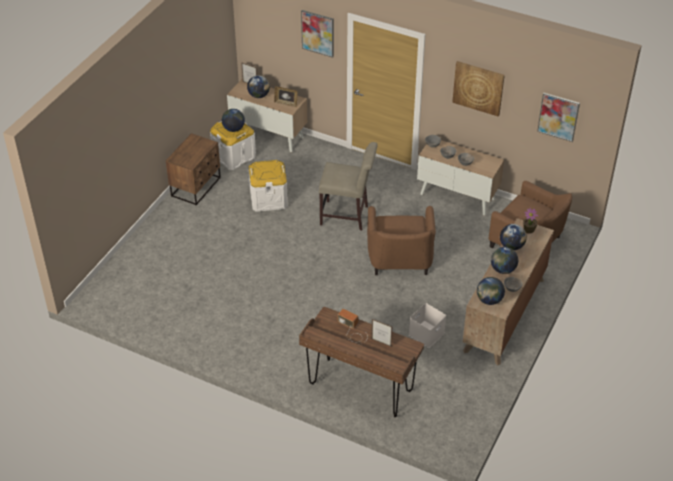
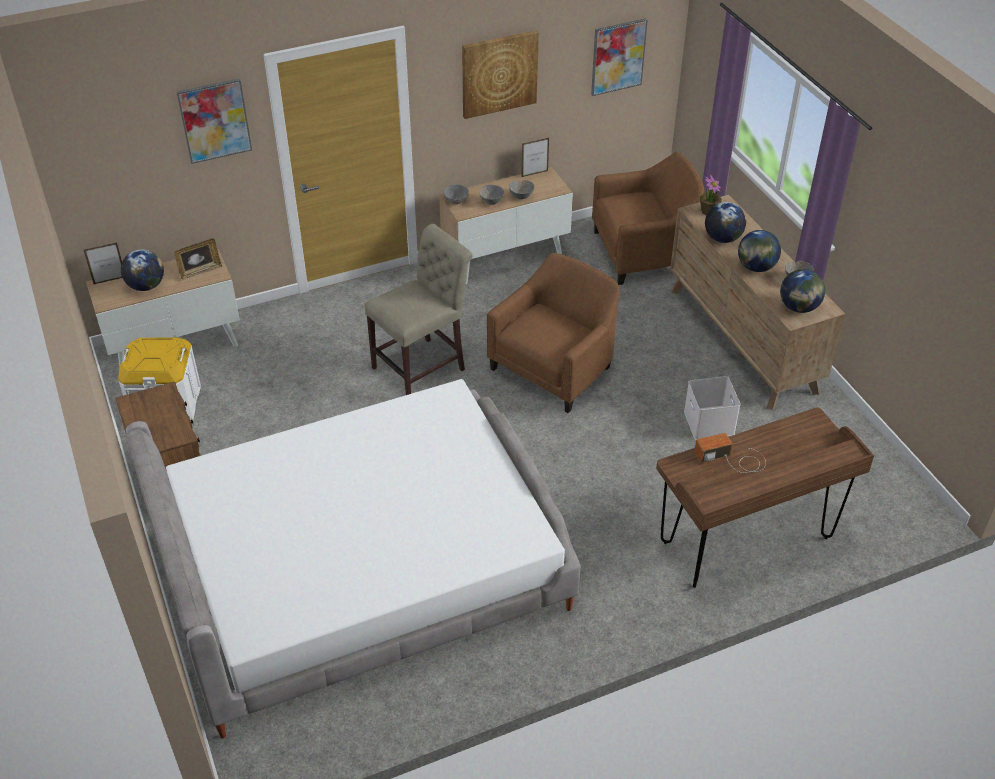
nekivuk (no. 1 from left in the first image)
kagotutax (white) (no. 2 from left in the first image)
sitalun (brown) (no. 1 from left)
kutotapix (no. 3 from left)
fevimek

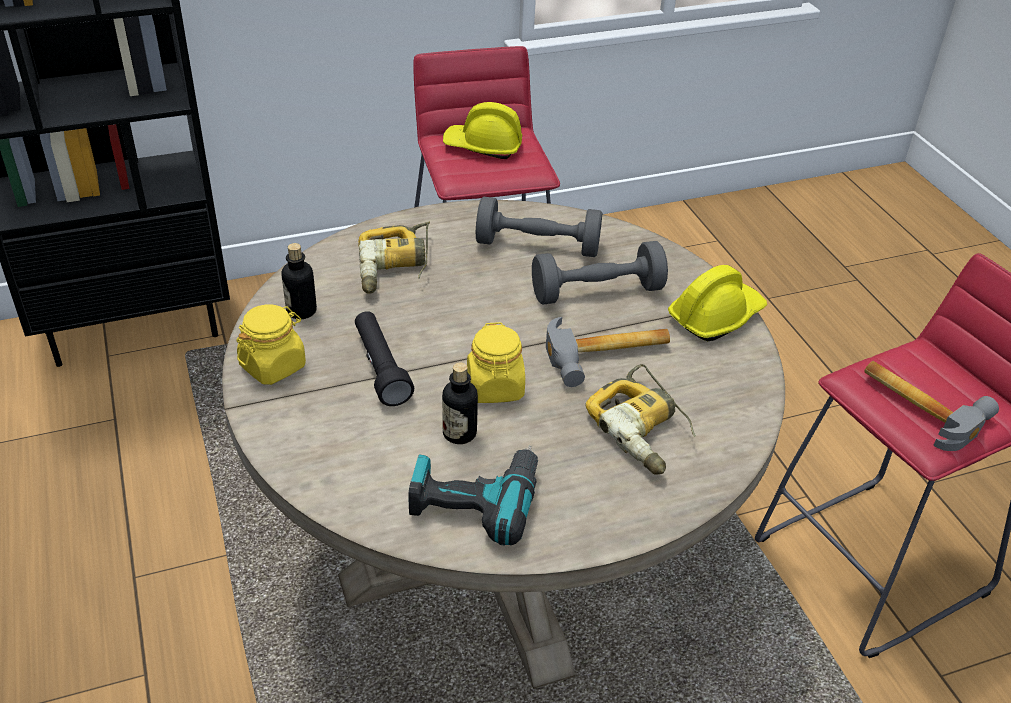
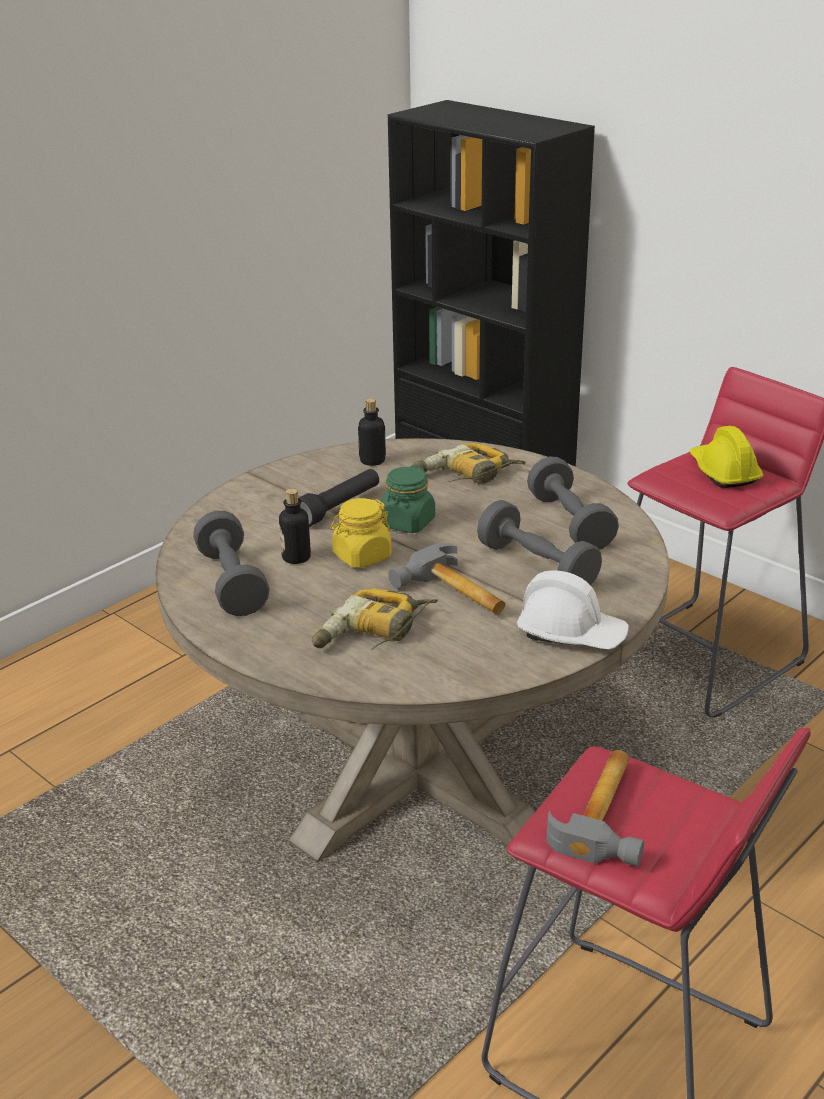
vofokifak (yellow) (no. 1 from left in the first image)
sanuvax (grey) (no. 1 from left)
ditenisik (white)
vofokifak (green)

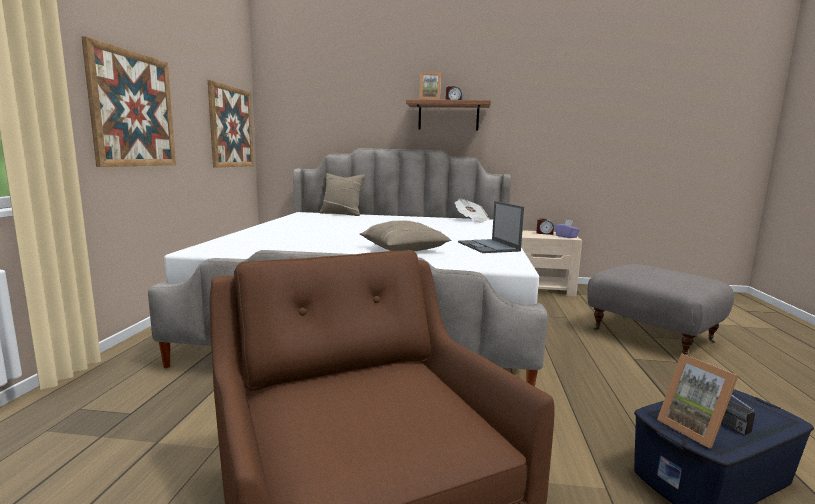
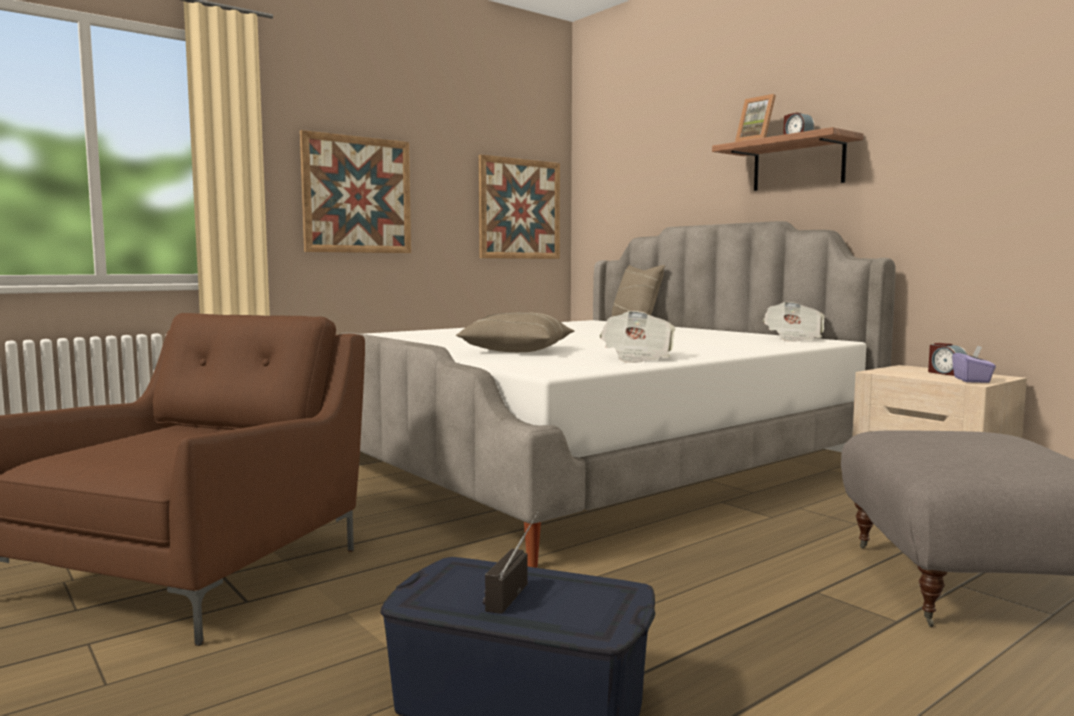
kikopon (no. 1 from left)
kutotapix (no. 2 from left in the first image)

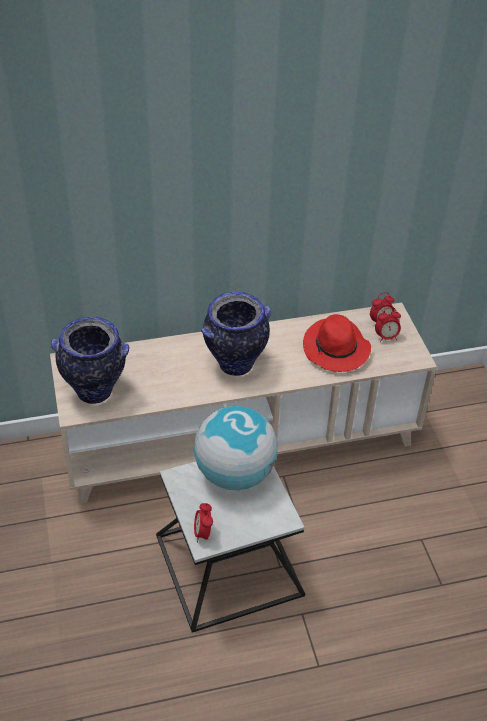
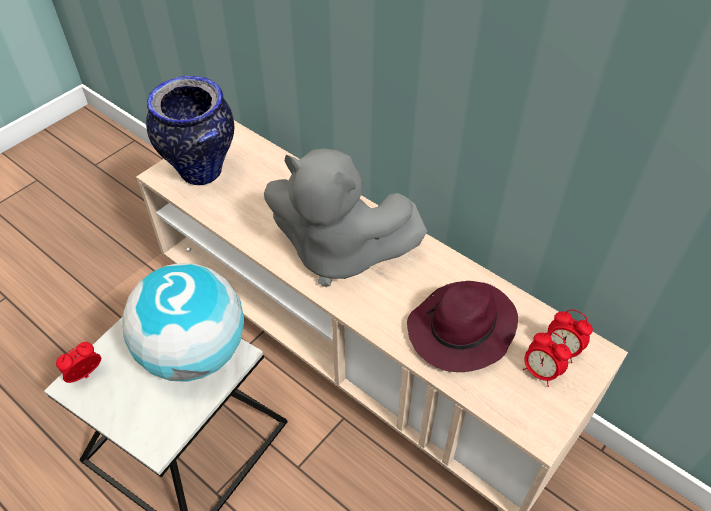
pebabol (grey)
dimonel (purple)

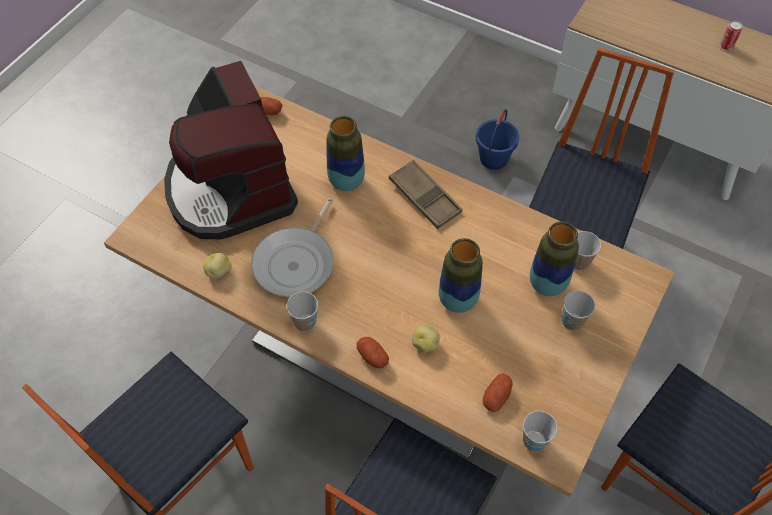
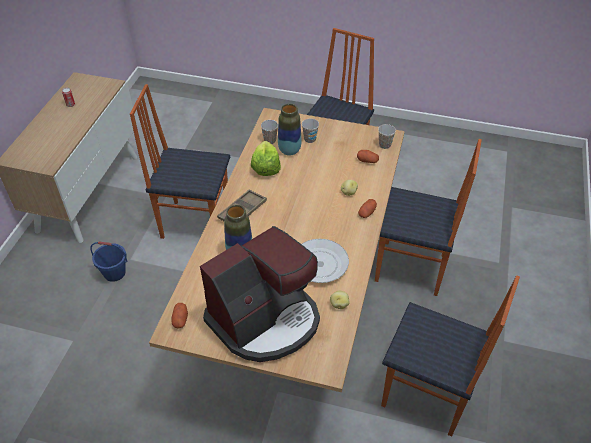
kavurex (no. 1 from left in the first image)
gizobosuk (no. 2 from left in the first image)
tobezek

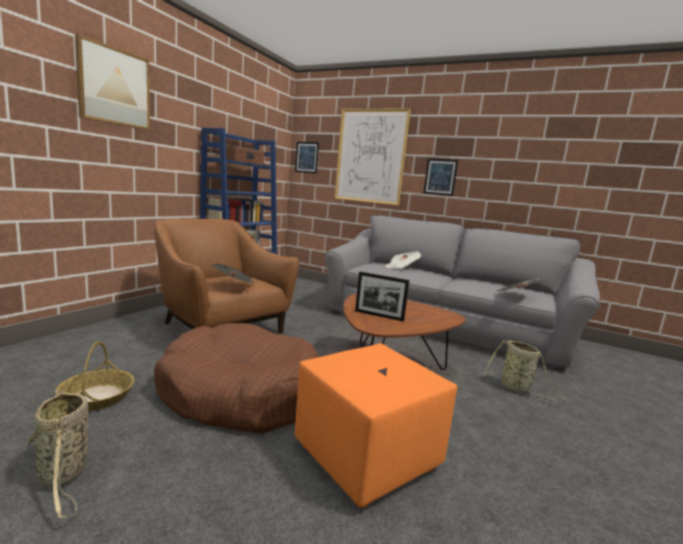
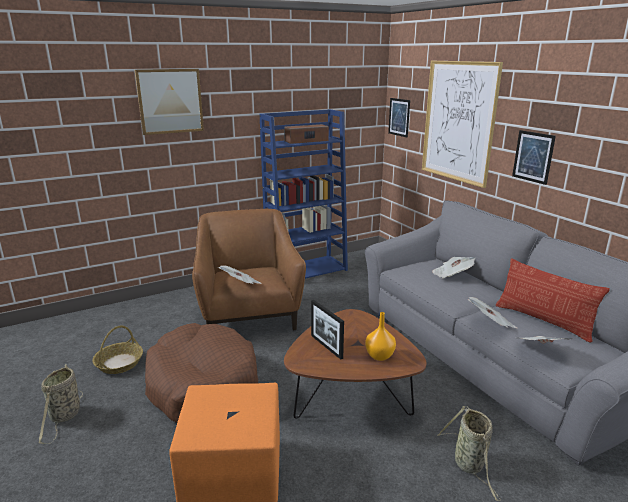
gizobosuk (orange)
kikopon (no. 3 from left)
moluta

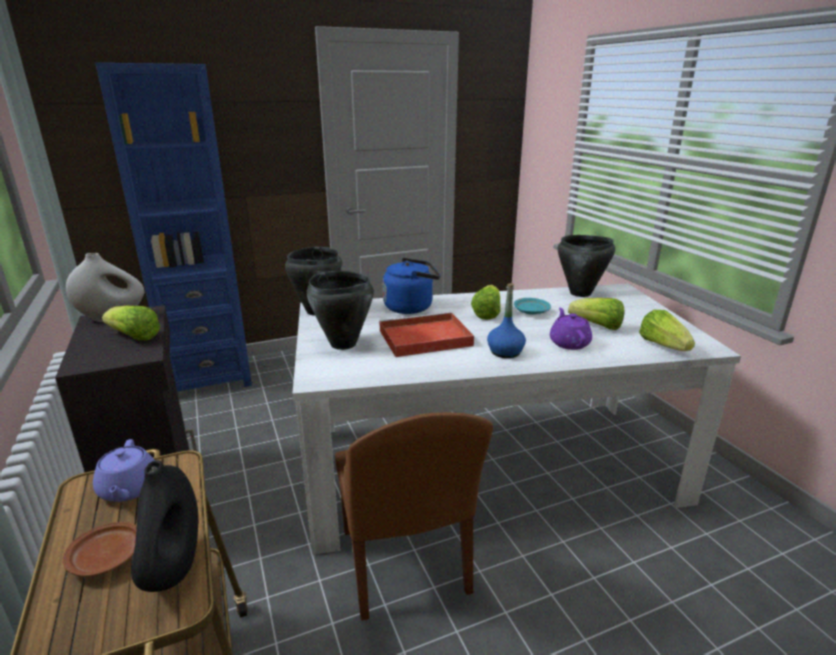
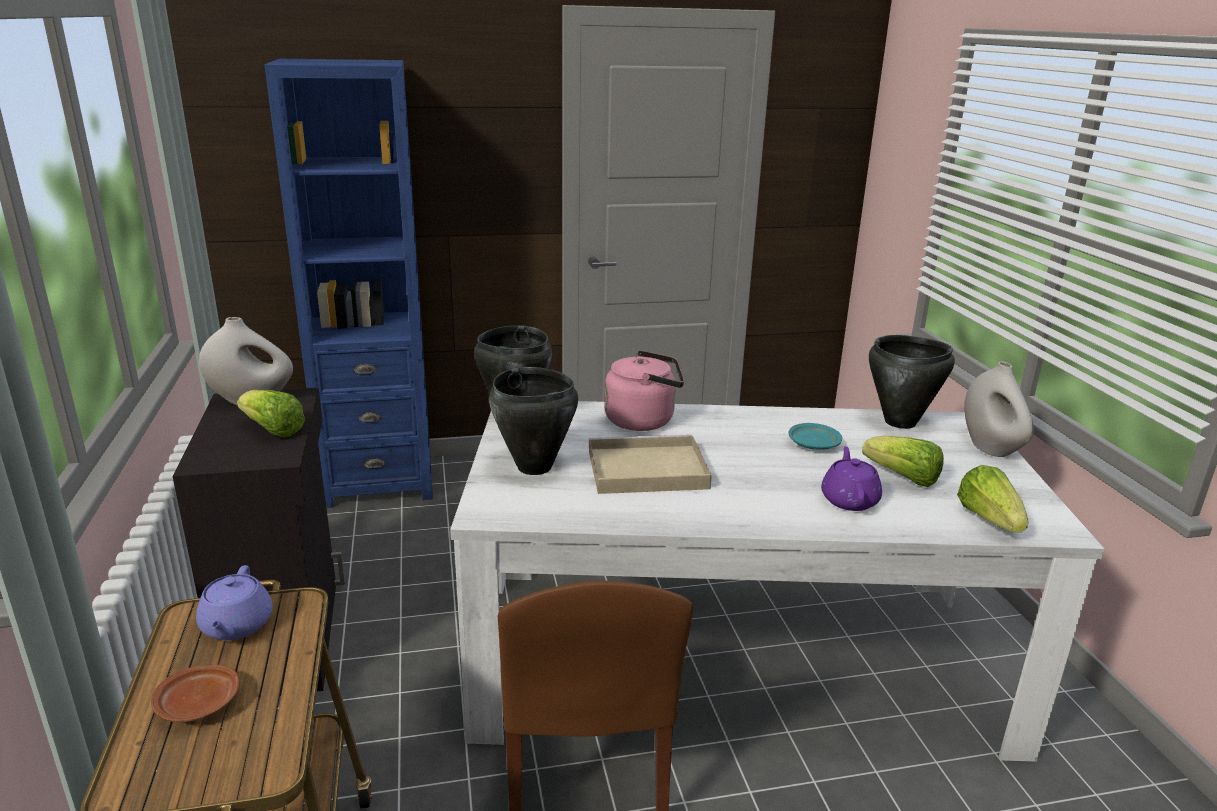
gizobosuk (black)
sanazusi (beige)
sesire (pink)
tobezek (no. 2 from left in the first image)
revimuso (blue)
gizobosuk (white) (no. 2 from left)

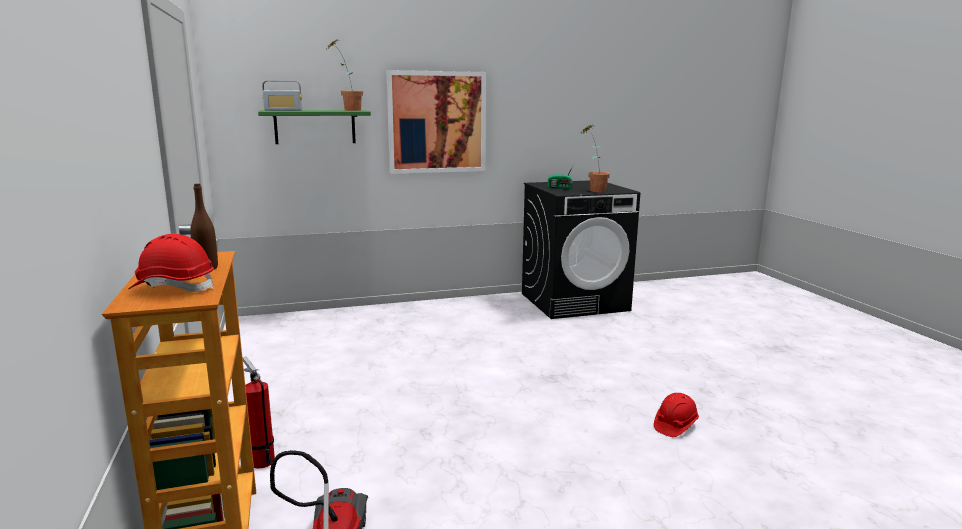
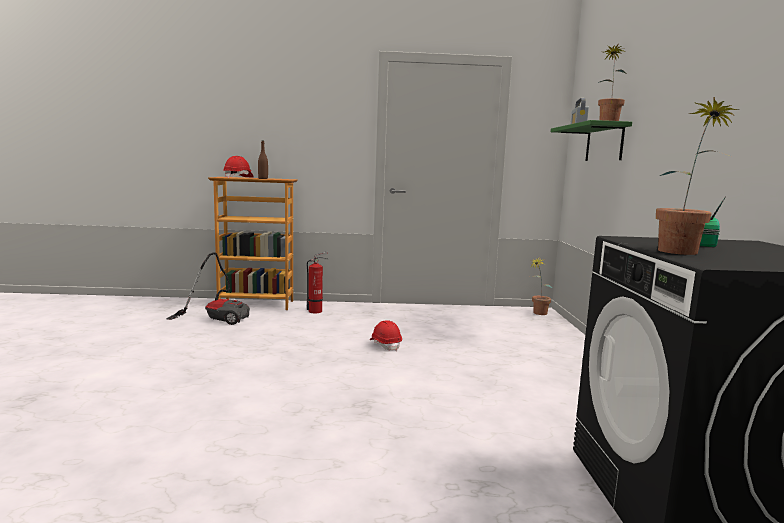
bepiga
ditenisik (red) (no. 2 from left)
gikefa (no. 1 from left)

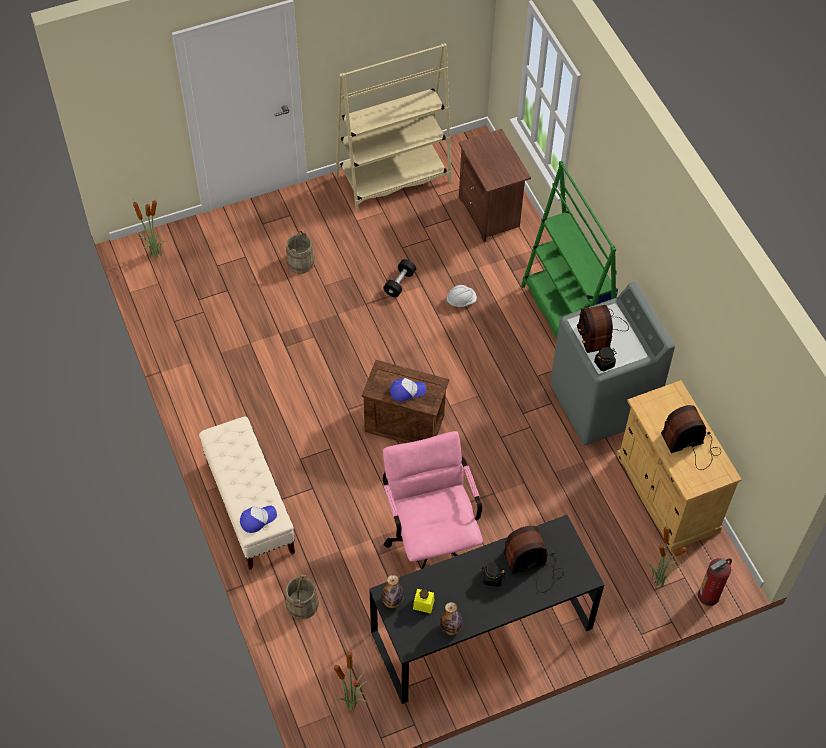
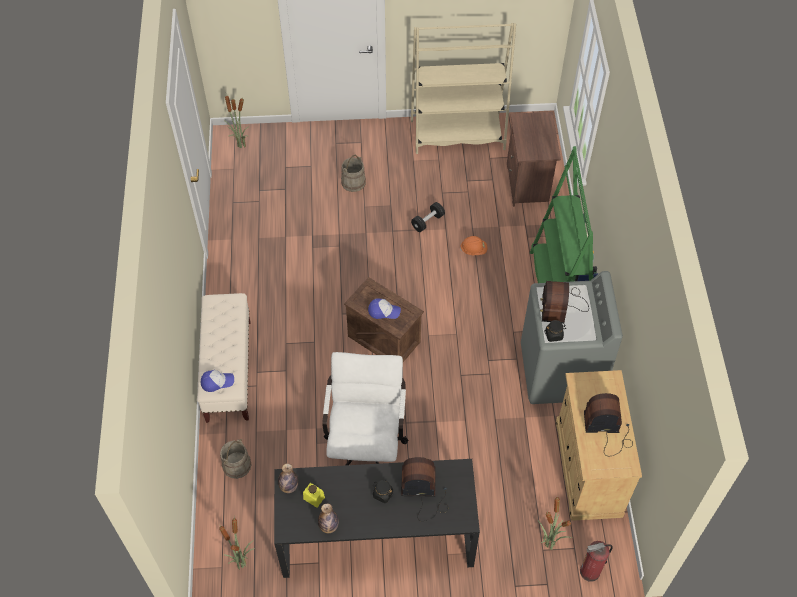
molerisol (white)
ditenisik (orange)

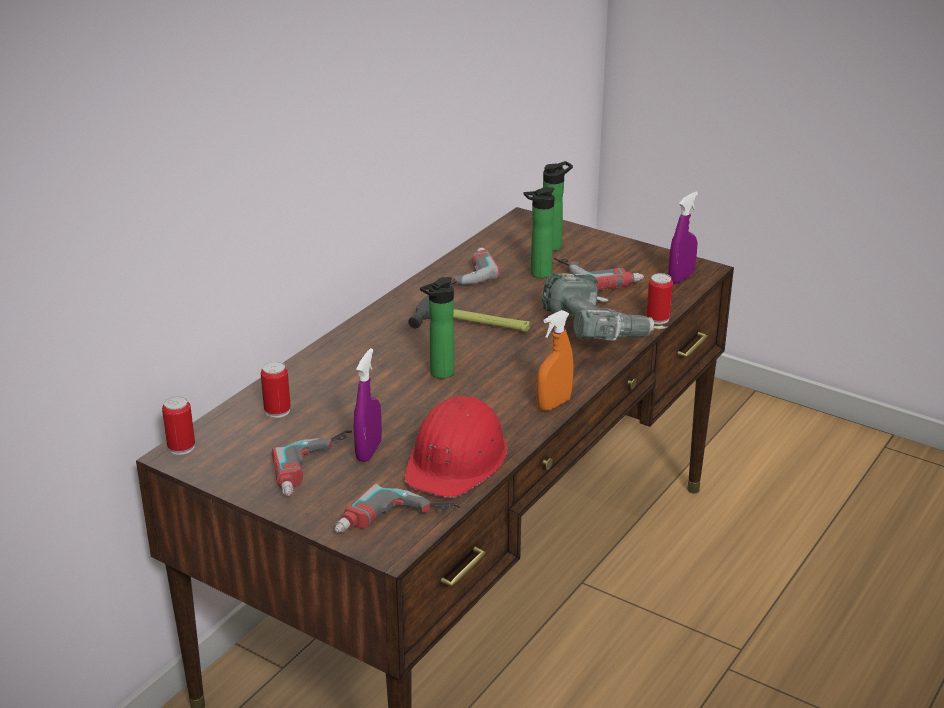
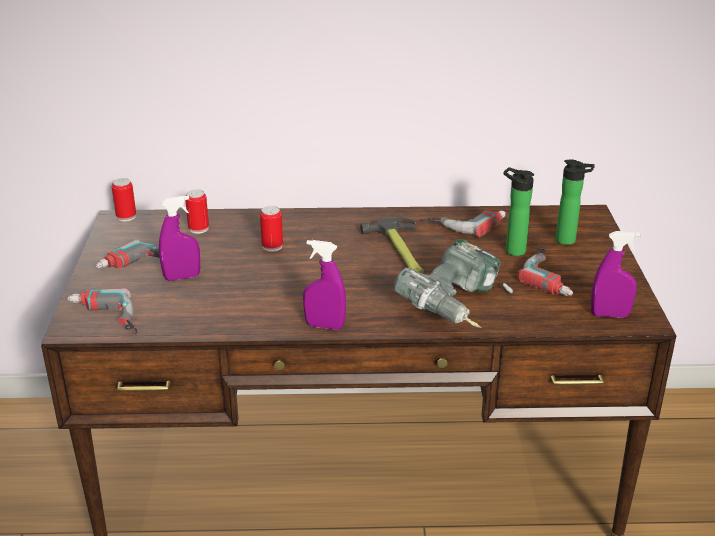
ditenisik (red)
revimuso (no. 1 from left in the first image)
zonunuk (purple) (no. 2 from left)
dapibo (no. 3 from left)

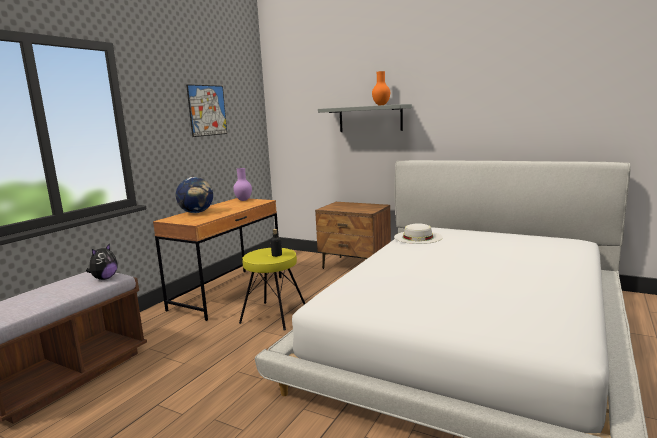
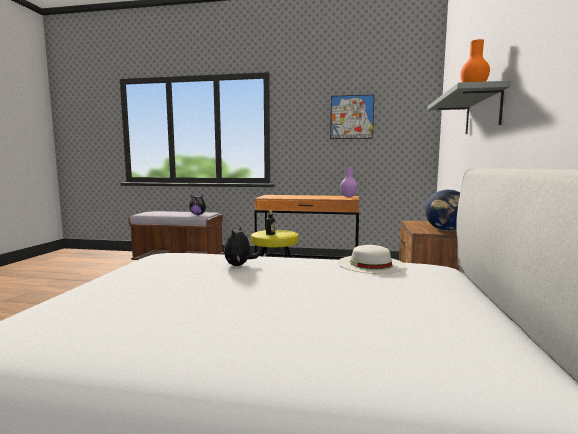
nekivuk
pebabol (no. 2 from left)

